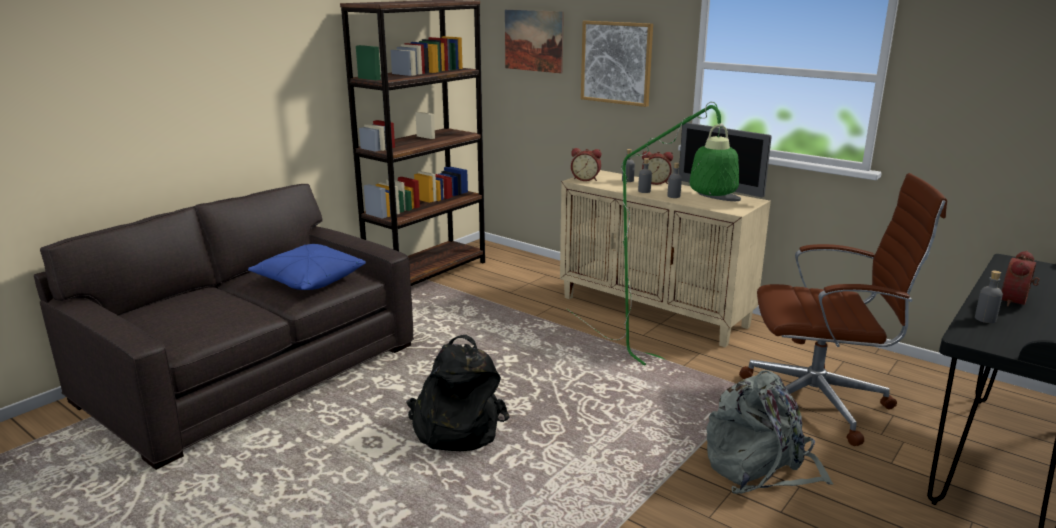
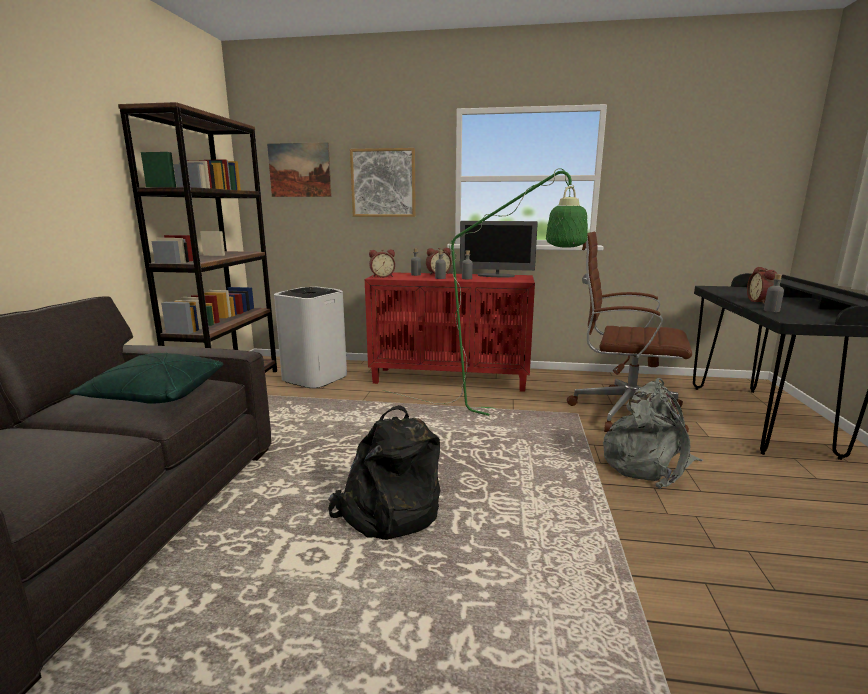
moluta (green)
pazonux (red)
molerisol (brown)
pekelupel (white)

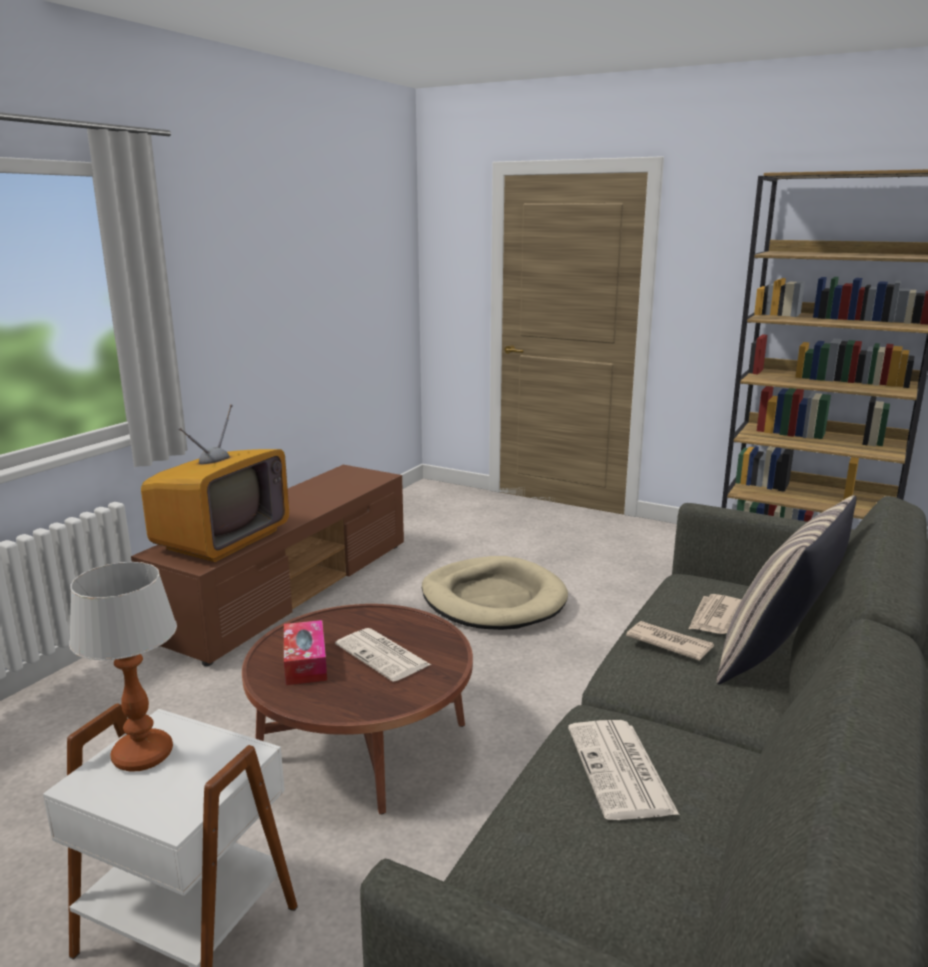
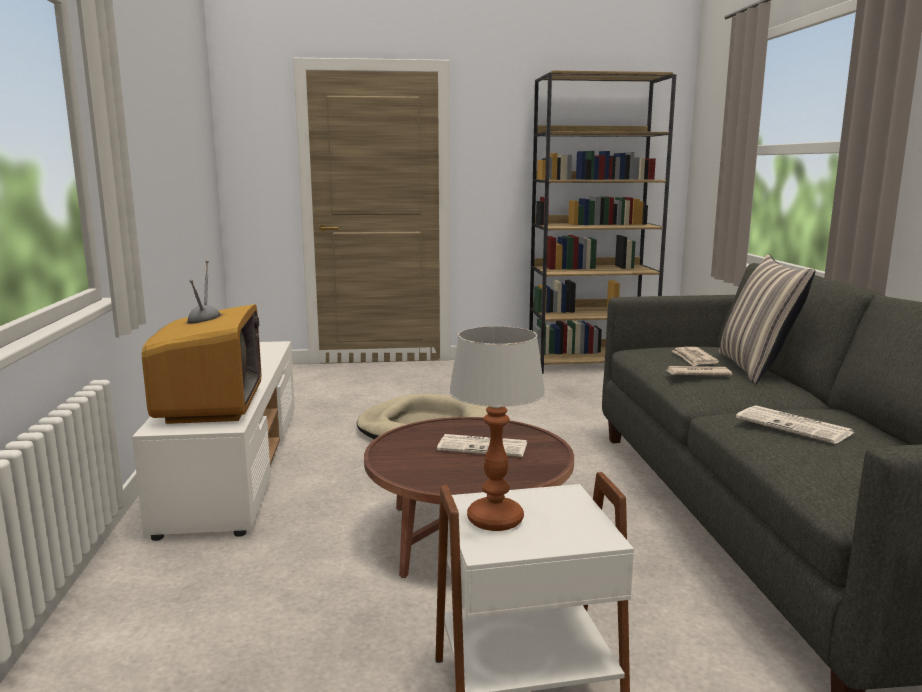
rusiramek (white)
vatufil

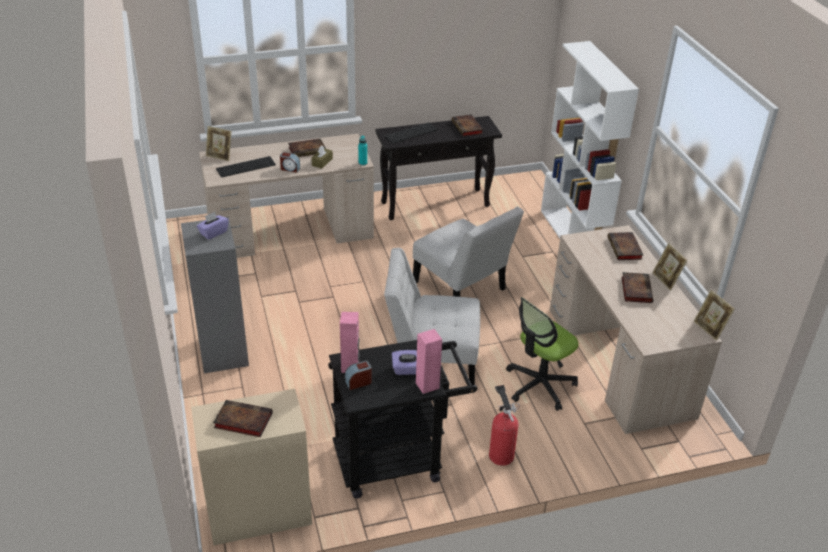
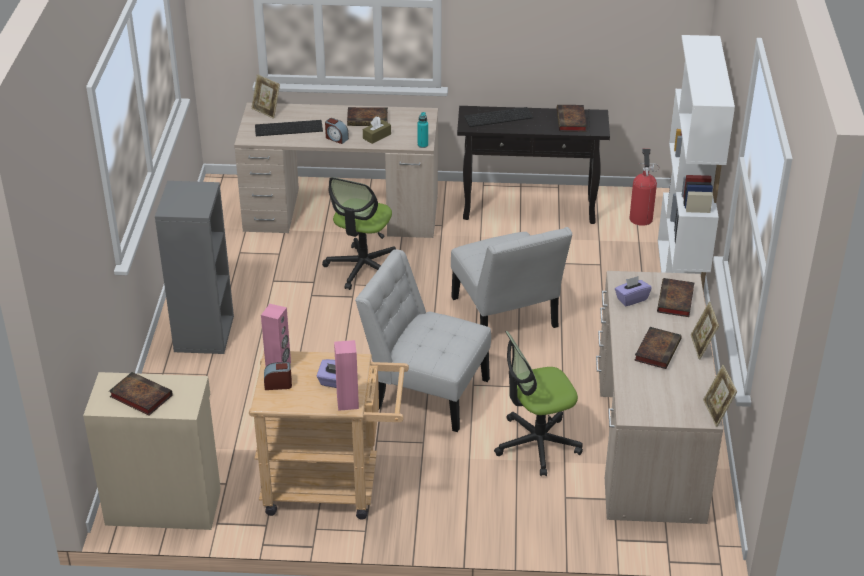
vatufil (purple) (no. 2 from left)
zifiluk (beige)
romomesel
molerisol (no. 1 from left)

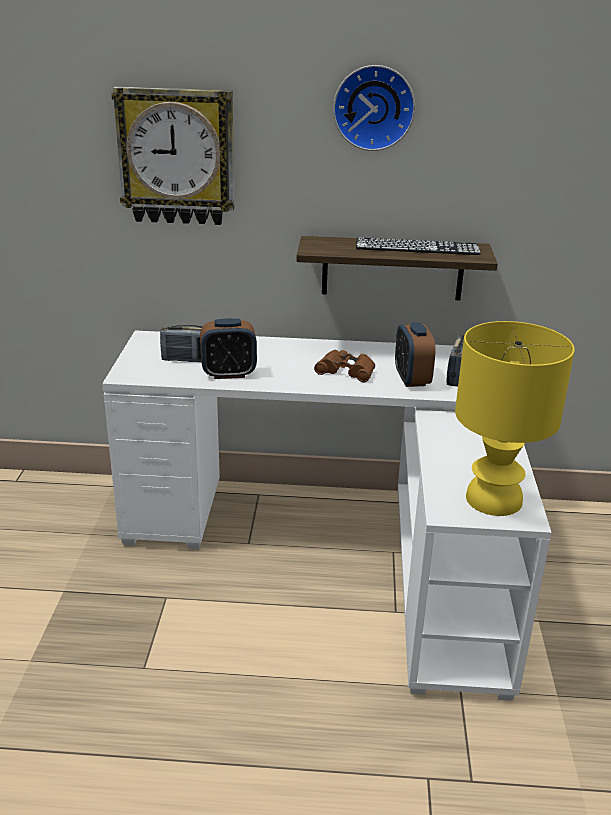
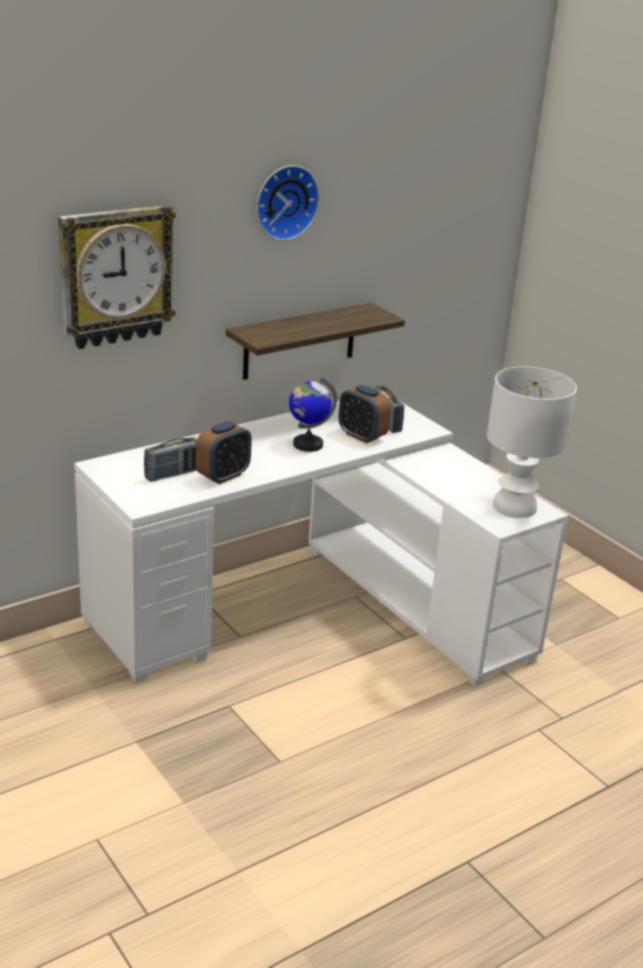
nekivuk
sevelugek
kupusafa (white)

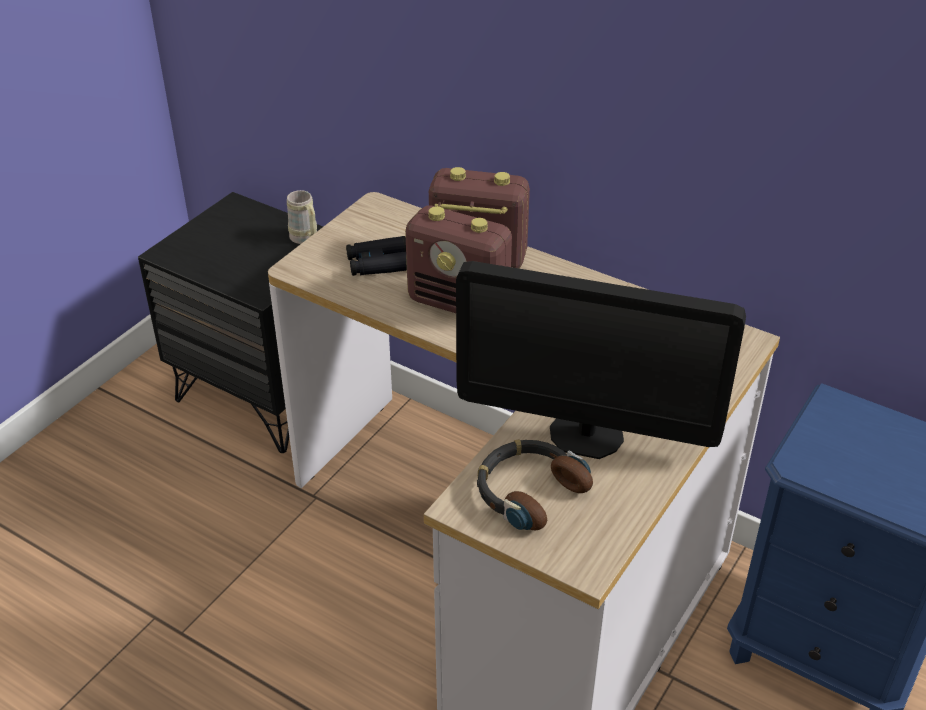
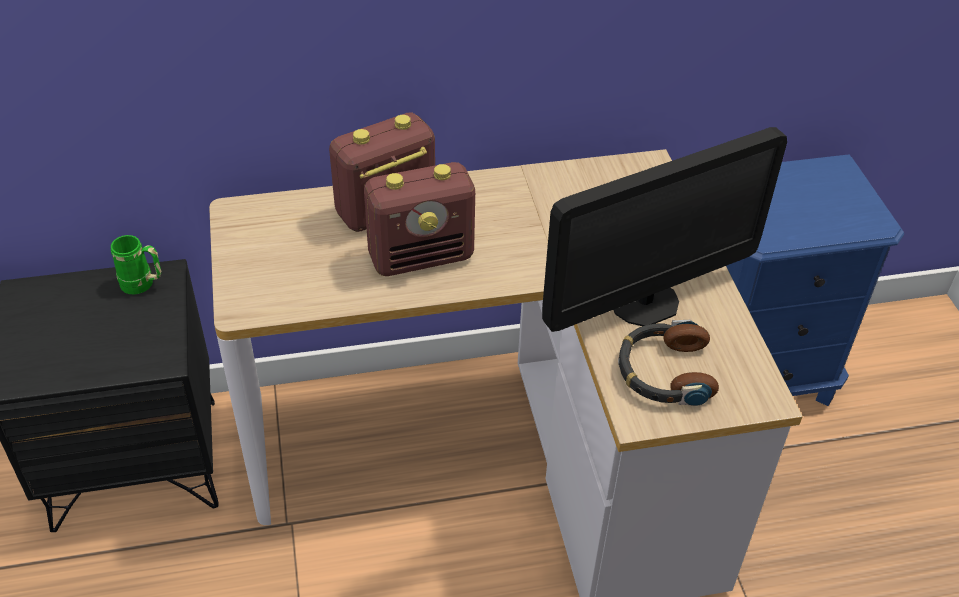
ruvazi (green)
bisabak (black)

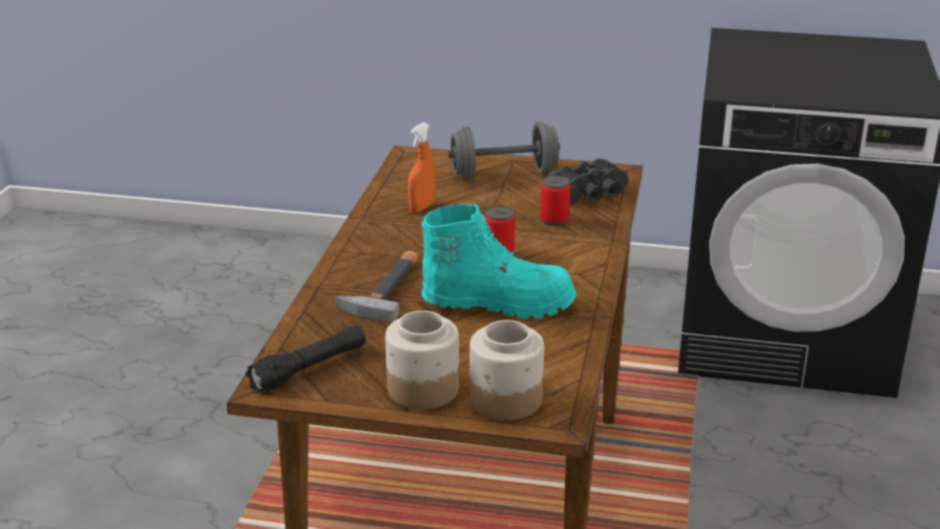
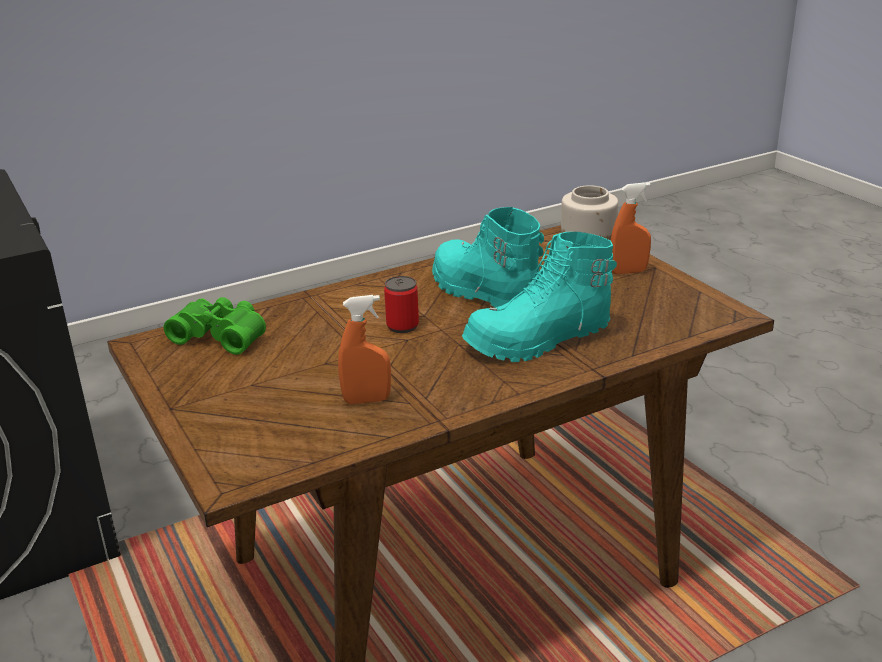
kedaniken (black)
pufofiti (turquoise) (no. 2 from left)
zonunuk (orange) (no. 2 from left)
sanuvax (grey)
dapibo (no. 2 from left in the first image)
bisabak (green)

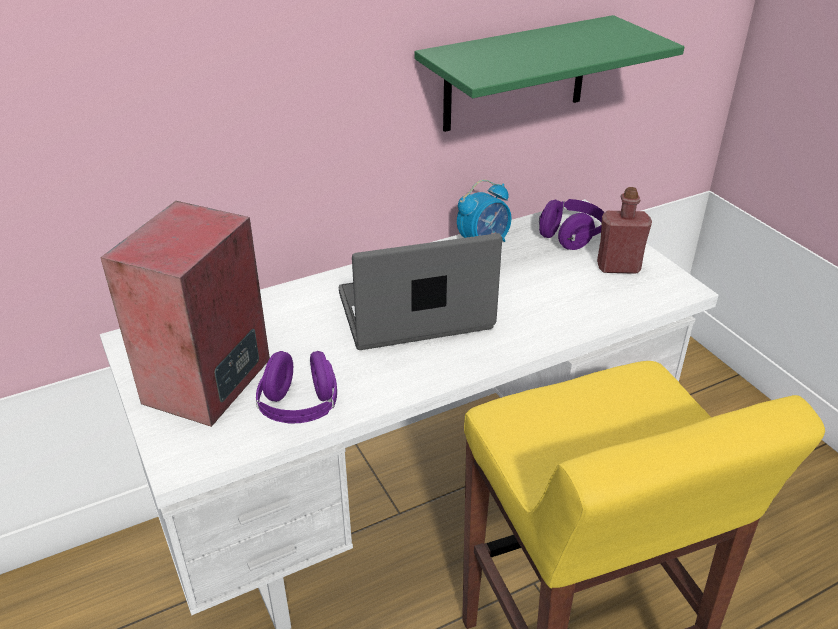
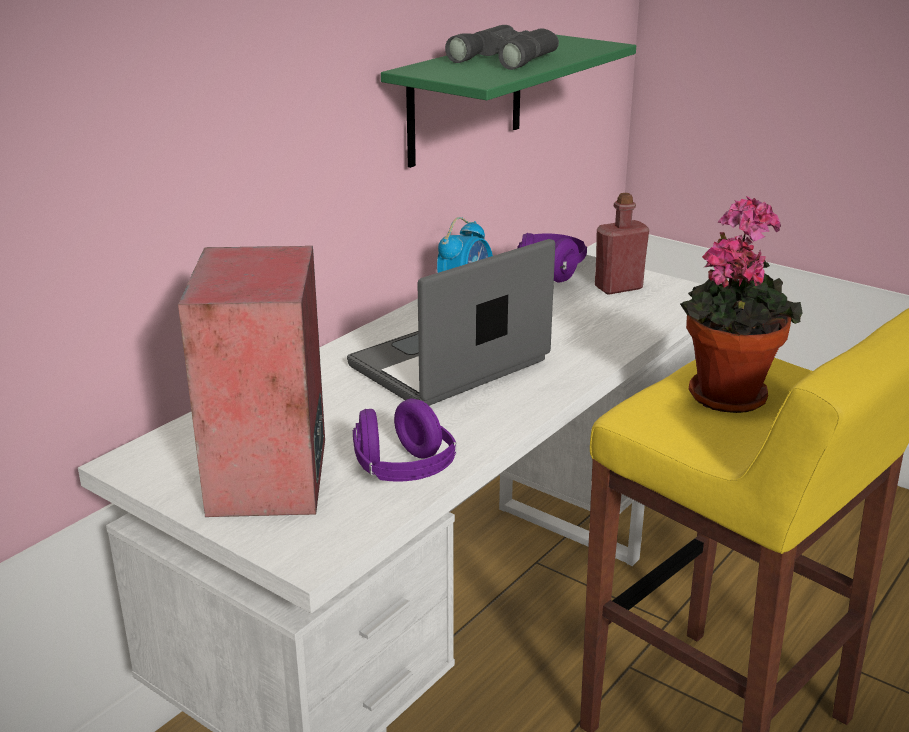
bisabak (grey)
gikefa

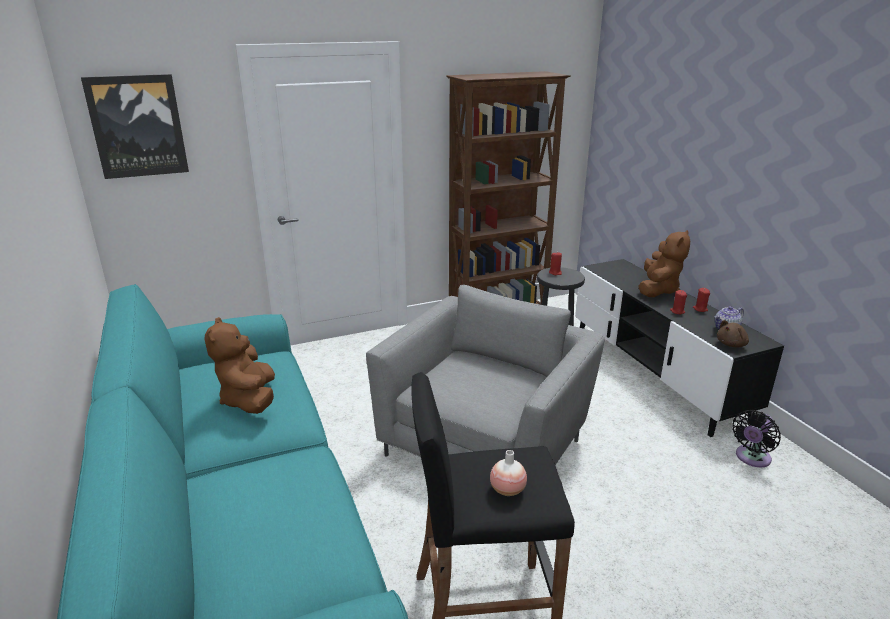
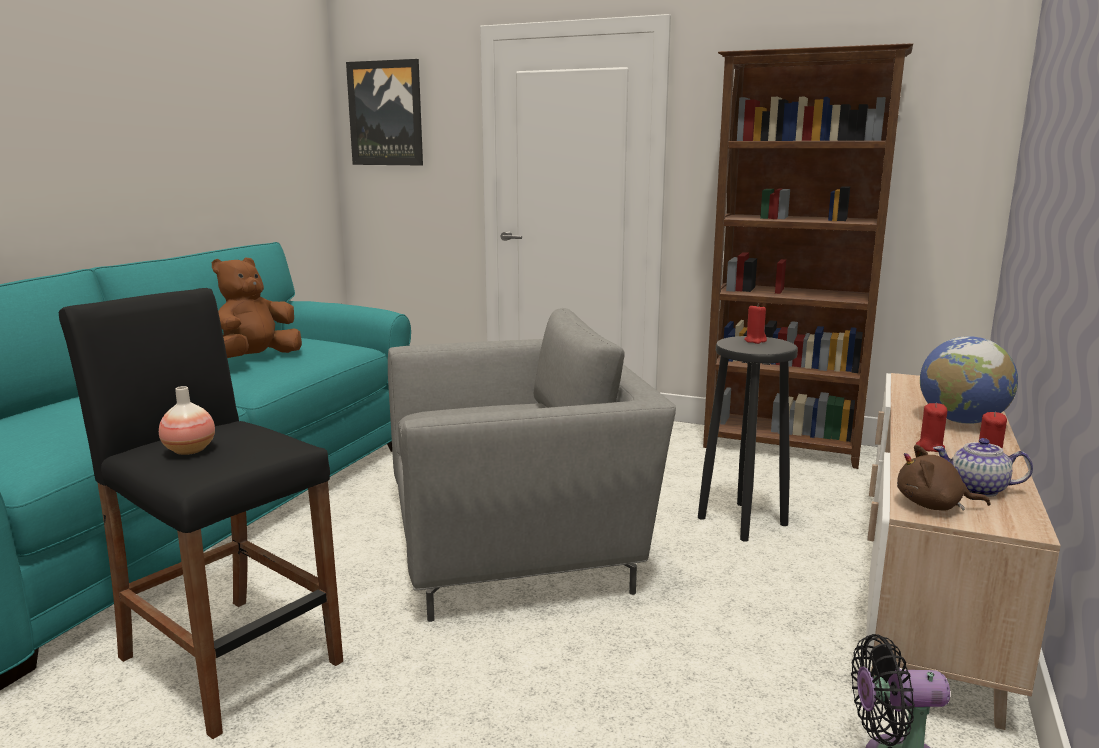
rusiramek (beige)
nekivuk

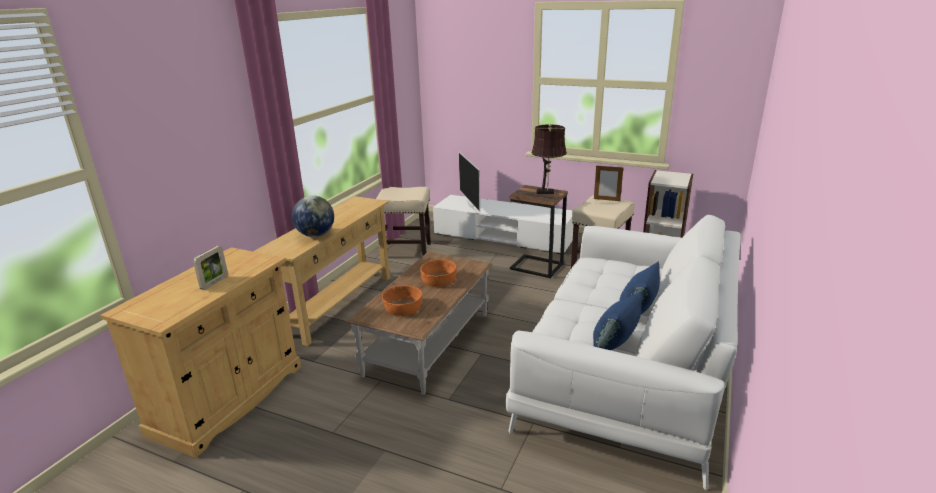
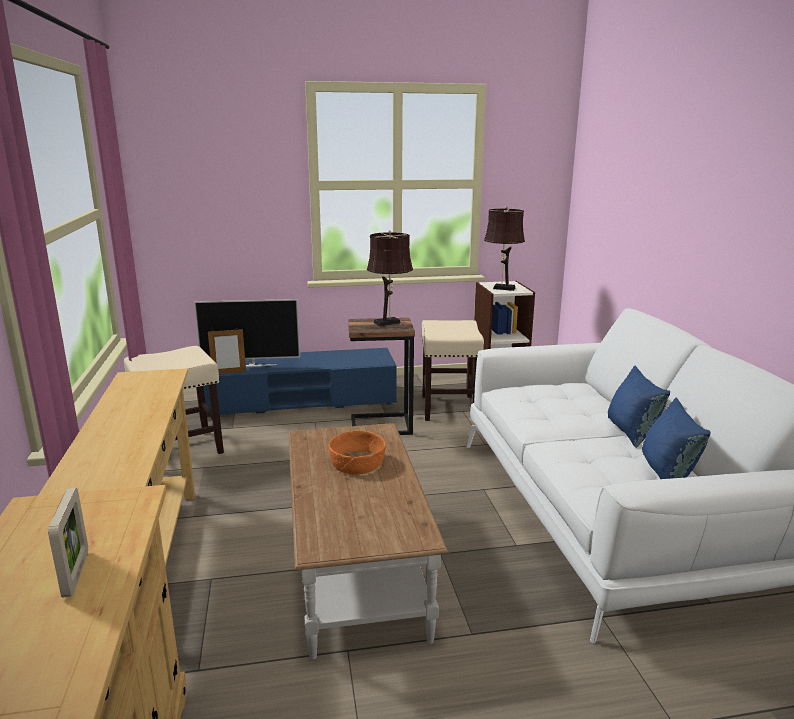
nekivuk
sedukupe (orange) (no. 1 from left in the first image)
rusiramek (blue)
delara
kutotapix (no. 2 from left)
kupusafa (brown) (no. 2 from left)

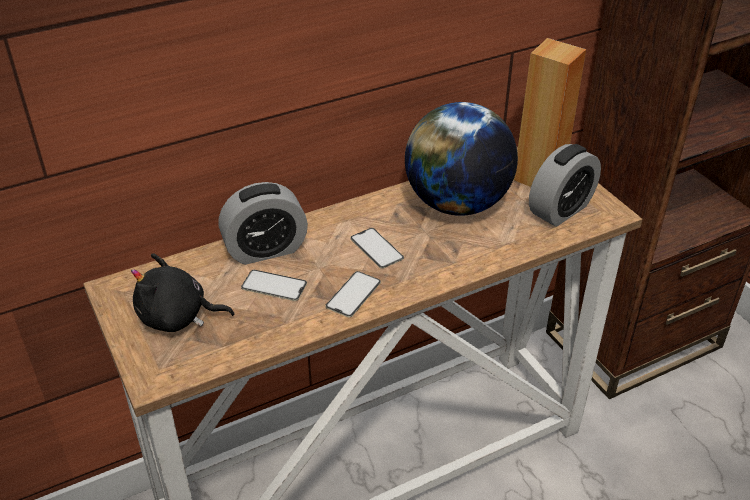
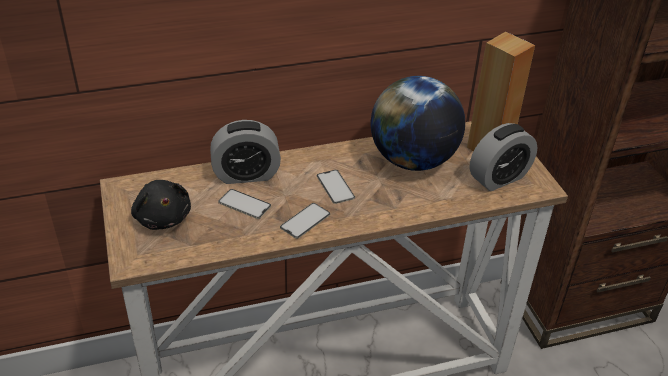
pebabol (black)

